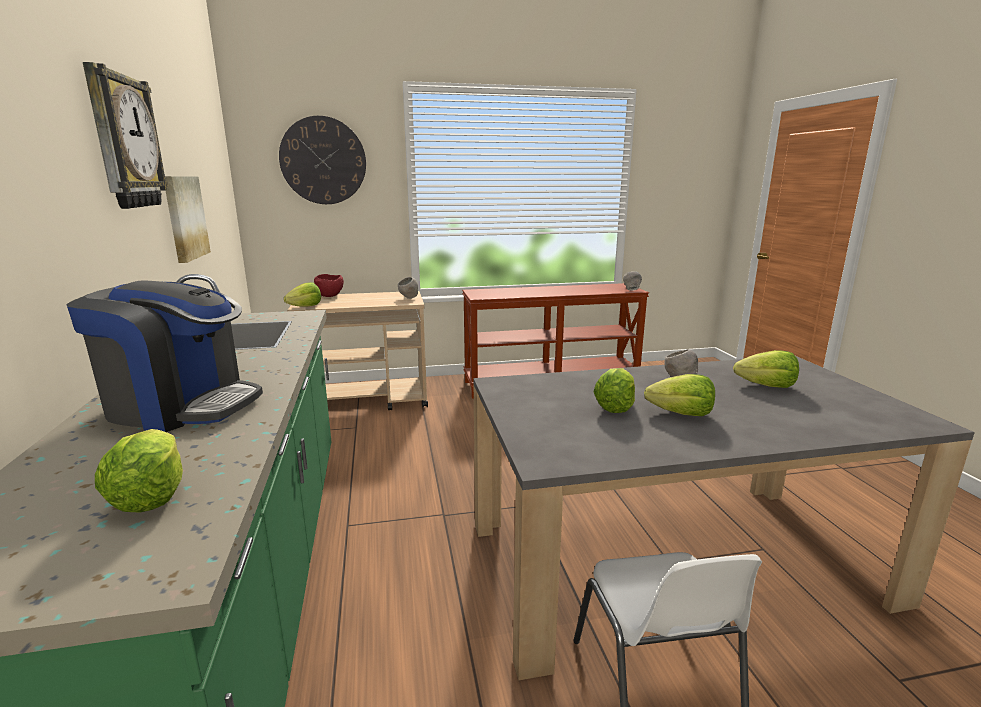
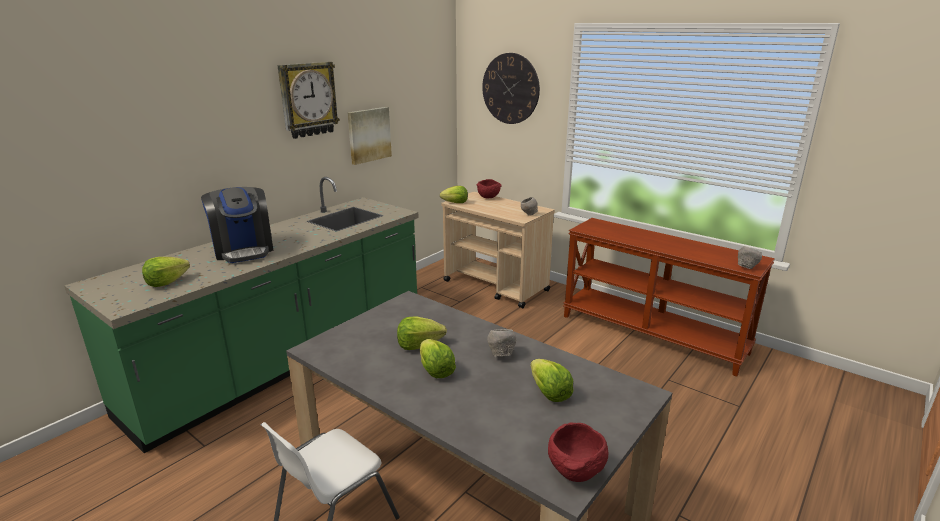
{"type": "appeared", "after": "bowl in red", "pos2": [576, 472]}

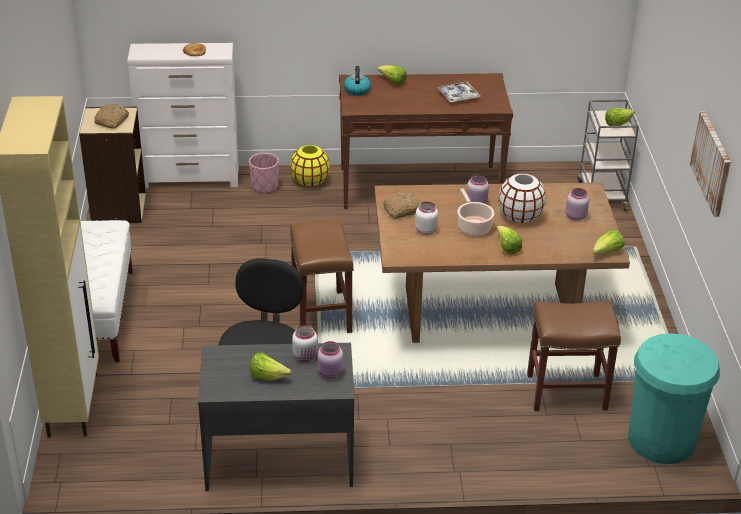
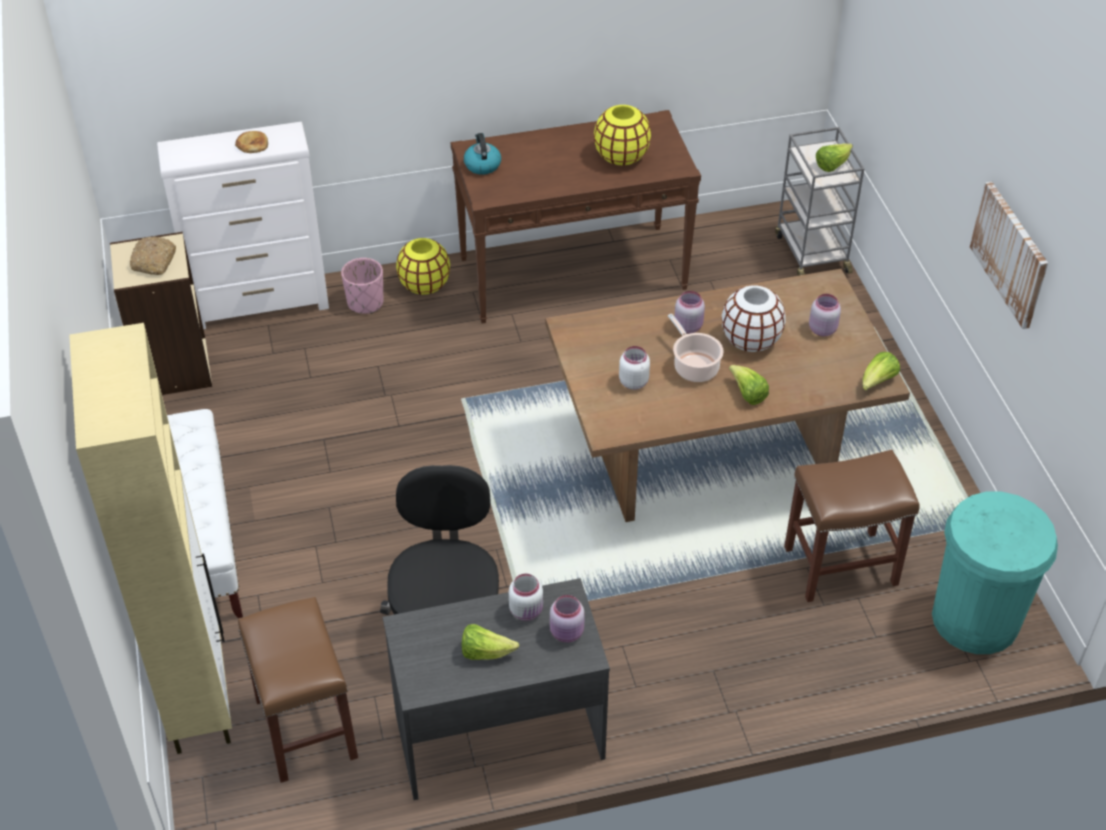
{"type": "missing", "before": "lettuce", "pos1": [393, 82]}
{"type": "missing", "before": "bread", "pos1": [401, 210]}
{"type": "relocated", "before": "stool in brown", "pos1": [320, 313], "pos2": [305, 727]}
{"type": "exchanged", "before": "tray", "after": "vase in yellow", "pos1": [458, 96], "pos2": [621, 156]}

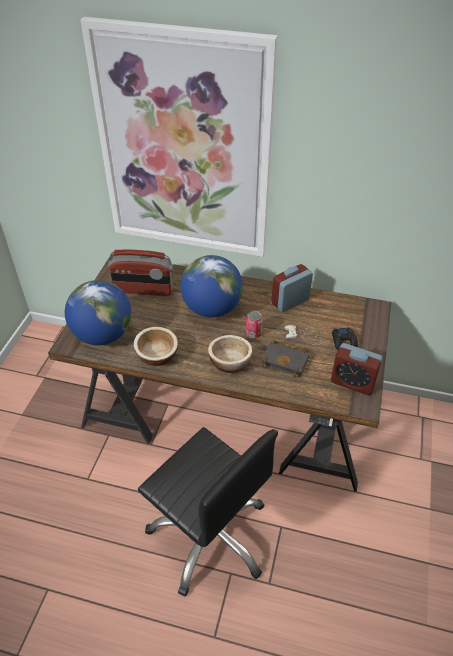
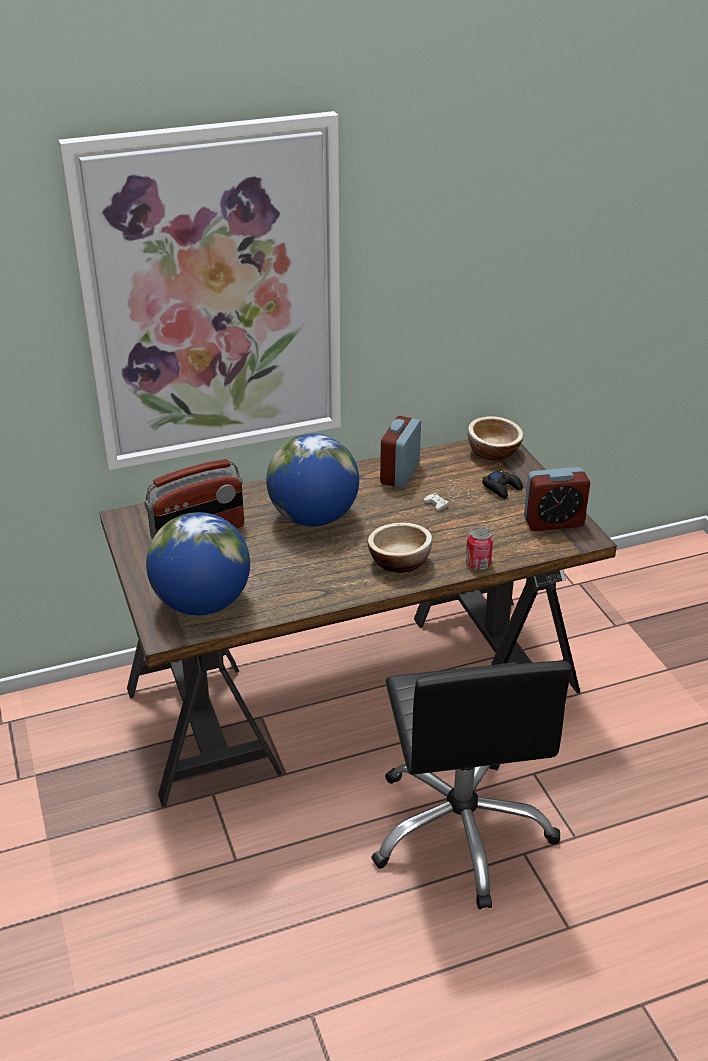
{"type": "missing", "before": "book in black", "pos1": [286, 360]}
{"type": "relocated", "before": "bowl", "pos1": [157, 355], "pos2": [493, 452]}
{"type": "relocated", "before": "can", "pos1": [253, 333], "pos2": [478, 564]}
{"type": "spun", "before": "office chair in black", "pos1": [210, 535], "pos2": [461, 829], "turn": 75}

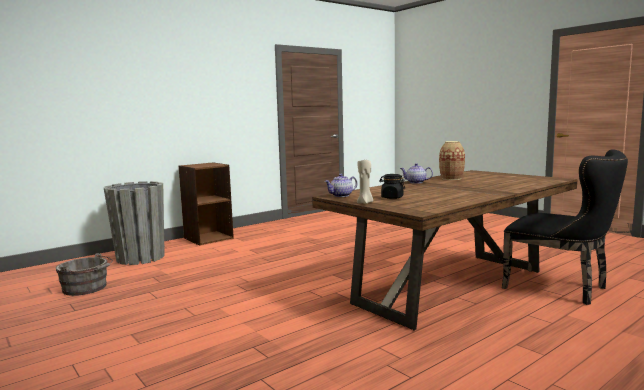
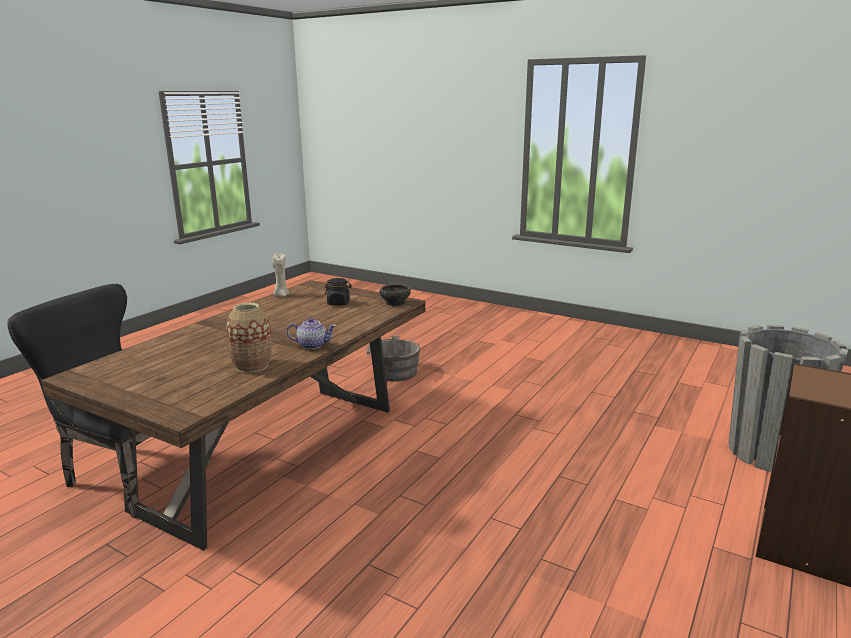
{"type": "relocated", "before": "bucket in grey", "pos1": [87, 288], "pos2": [393, 372]}
{"type": "relocated", "before": "candle in beige", "pos1": [365, 203], "pos2": [281, 295]}
{"type": "exchanged", "before": "teapot", "after": "bowl", "pos1": [341, 195], "pos2": [395, 303]}

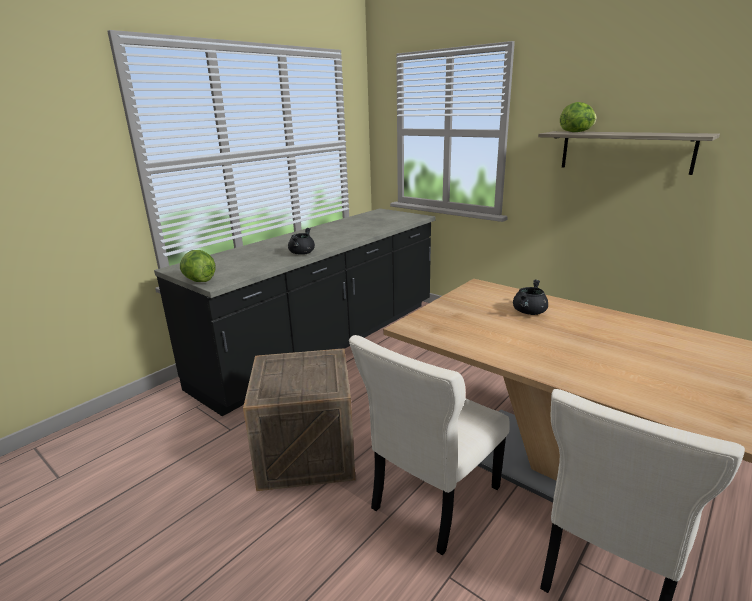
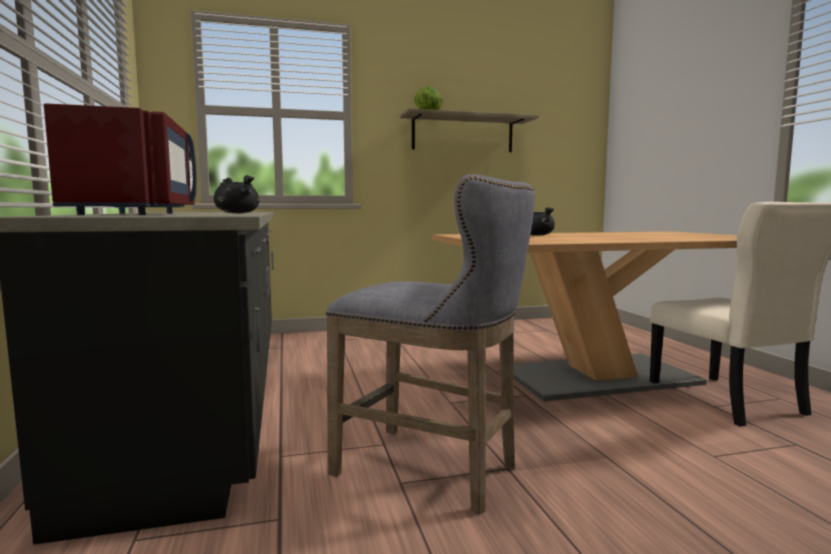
{"type": "missing", "before": "lettuce", "pos1": [199, 281]}
{"type": "missing", "before": "chair in beige", "pos1": [432, 500]}
{"type": "appeared", "after": "microwave in red", "pos2": [138, 214]}
{"type": "exchanged", "before": "crate", "after": "stool in grey", "pos1": [307, 452], "pos2": [435, 471]}

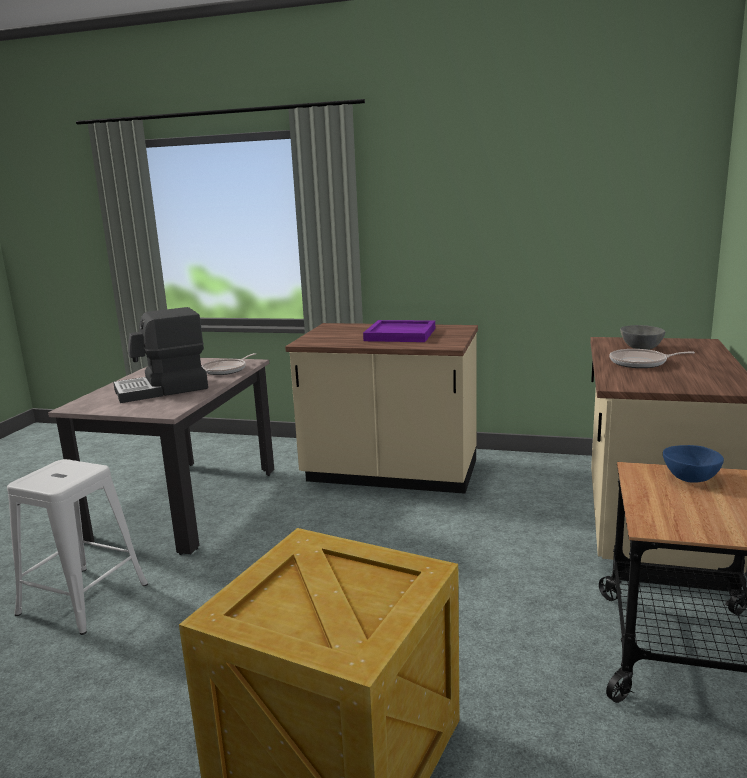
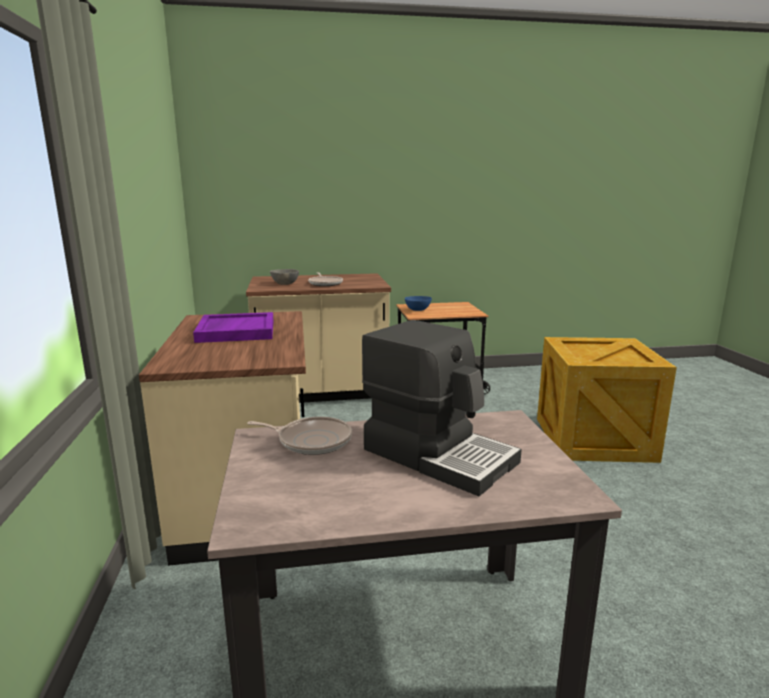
{"type": "missing", "before": "stool in white", "pos1": [83, 598]}

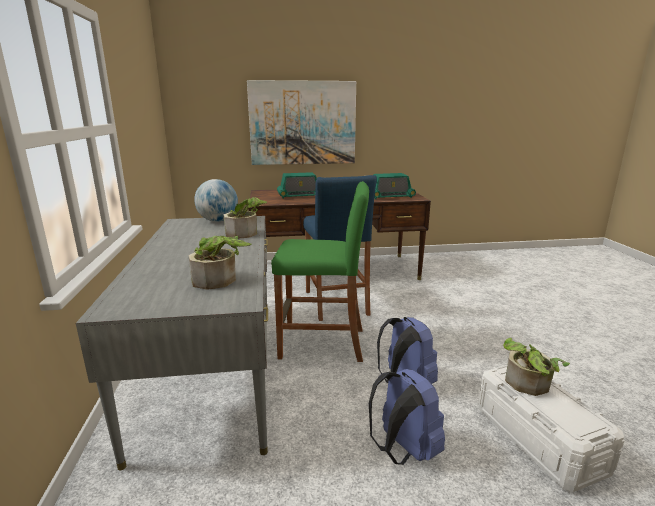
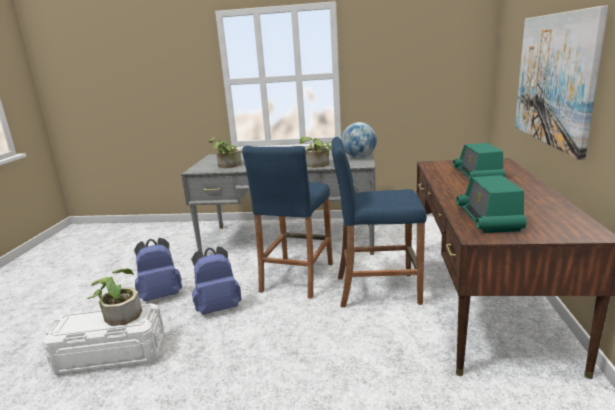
{"type": "colour", "before": "stool in green", "after": "stool in blue", "pos1": [322, 343], "pos2": [297, 277]}

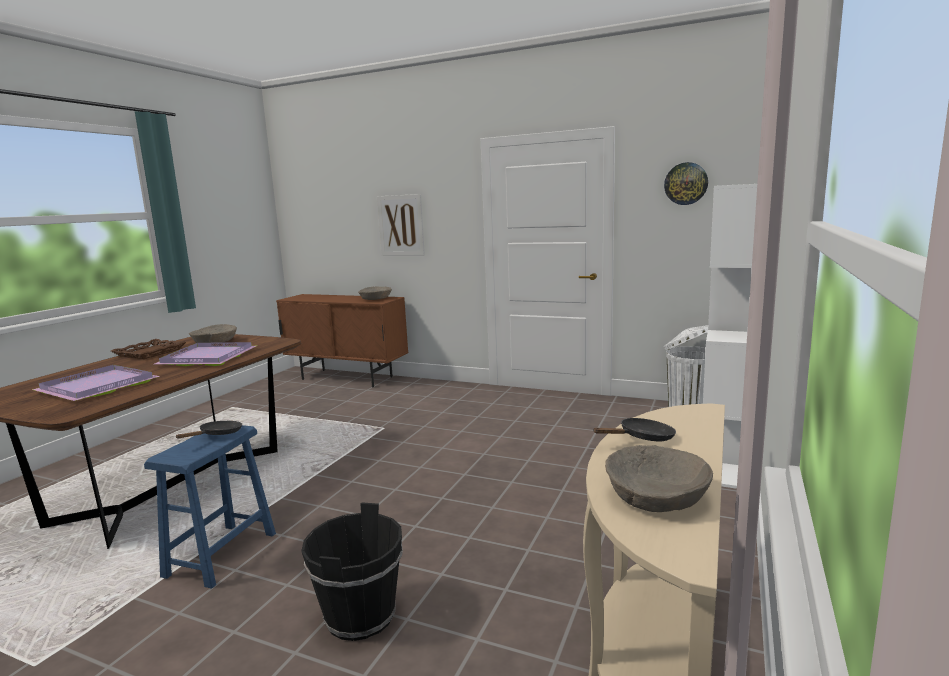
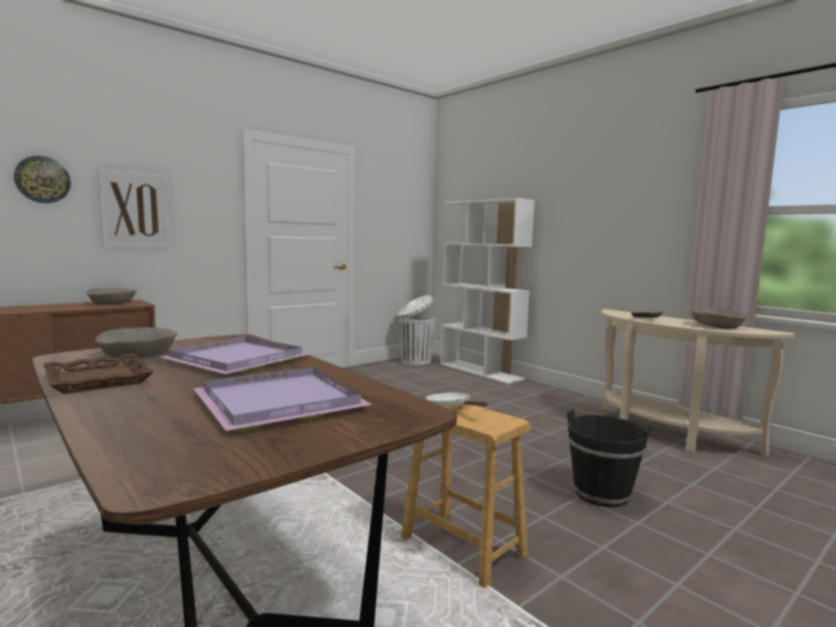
{"type": "relocated", "before": "wall clock", "pos1": [686, 183], "pos2": [42, 179]}
{"type": "colour", "before": "stool in blue", "after": "stool in brown", "pos1": [221, 554], "pos2": [462, 546]}
{"type": "colour", "before": "frying pan in black", "after": "frying pan in white", "pos1": [218, 435], "pos2": [451, 407]}

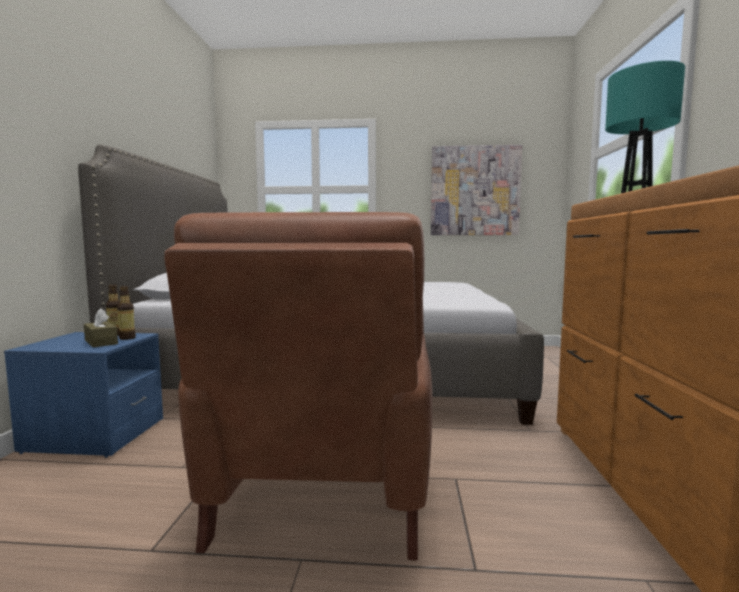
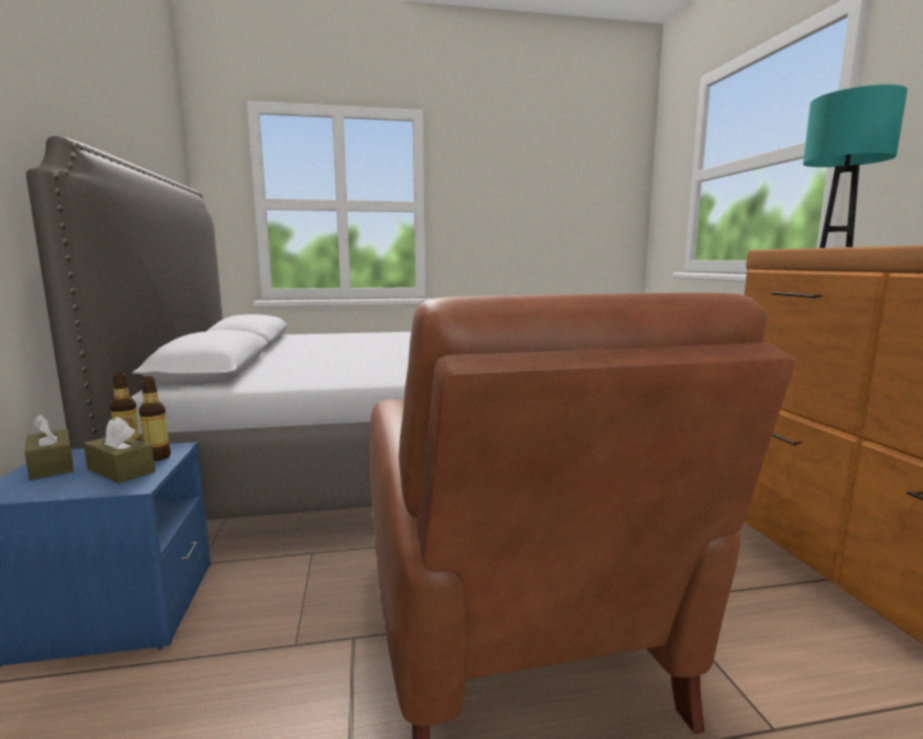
{"type": "missing", "before": "picture", "pos1": [474, 191]}
{"type": "appeared", "after": "tissue box in brown", "pos2": [52, 466]}

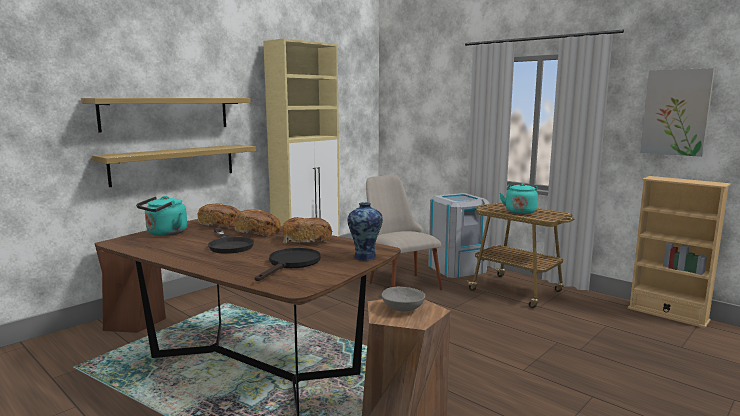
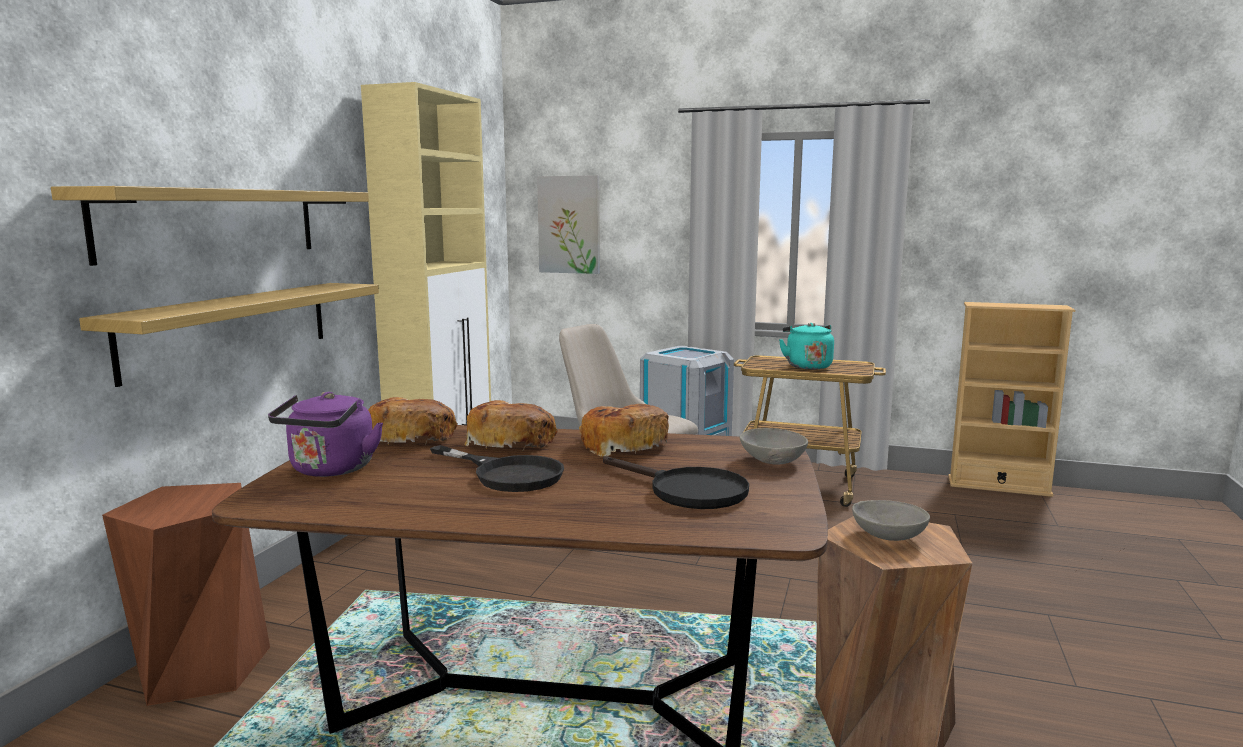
{"type": "relocated", "before": "picture", "pos1": [676, 112], "pos2": [569, 224]}
{"type": "exchanged", "before": "vase", "after": "bowl in grey", "pos1": [365, 257], "pos2": [773, 461]}
{"type": "colour", "before": "kettle in turquoise", "after": "kettle in purple", "pos1": [165, 233], "pos2": [330, 470]}
{"type": "spun", "before": "frying pan in black", "pos1": [291, 264], "pos2": [687, 491], "turn": 135}

